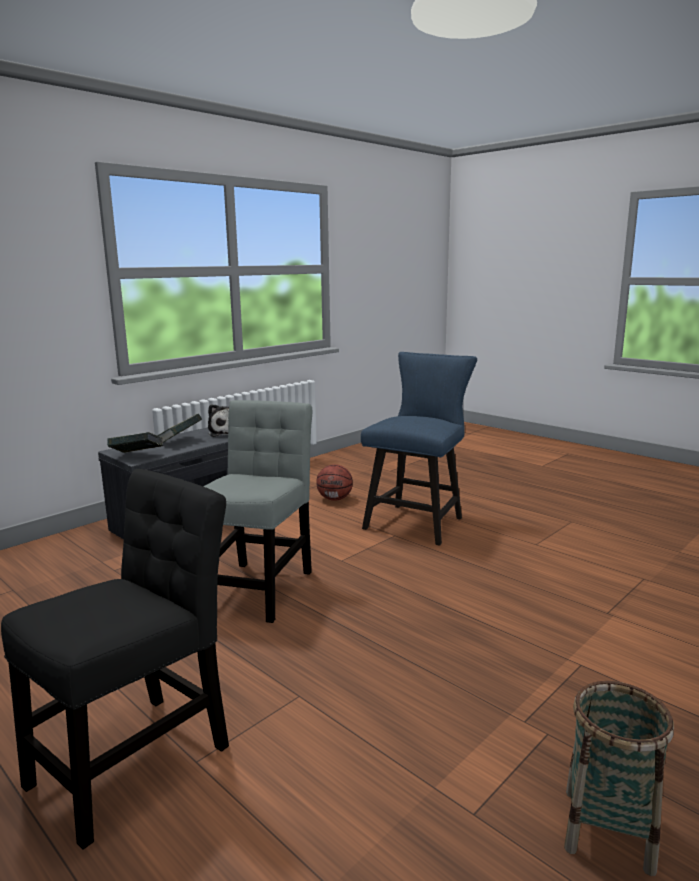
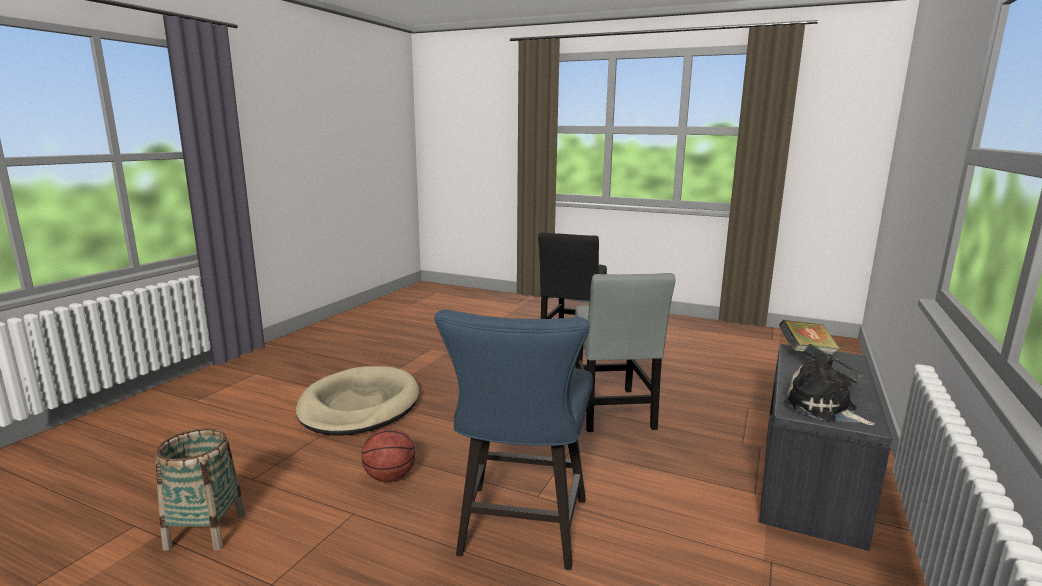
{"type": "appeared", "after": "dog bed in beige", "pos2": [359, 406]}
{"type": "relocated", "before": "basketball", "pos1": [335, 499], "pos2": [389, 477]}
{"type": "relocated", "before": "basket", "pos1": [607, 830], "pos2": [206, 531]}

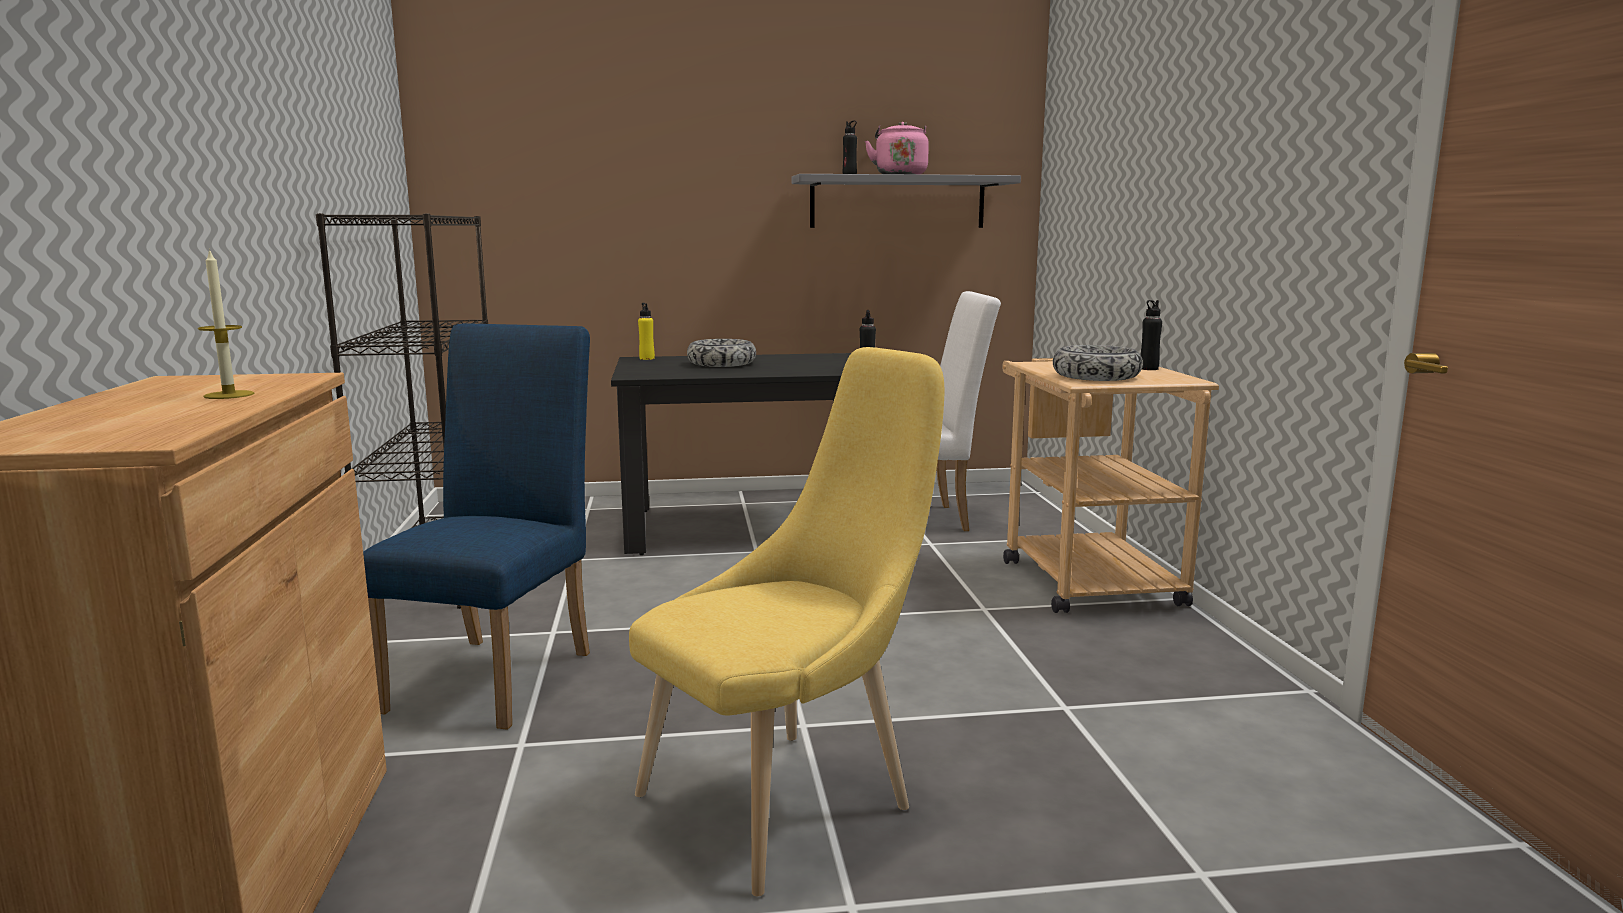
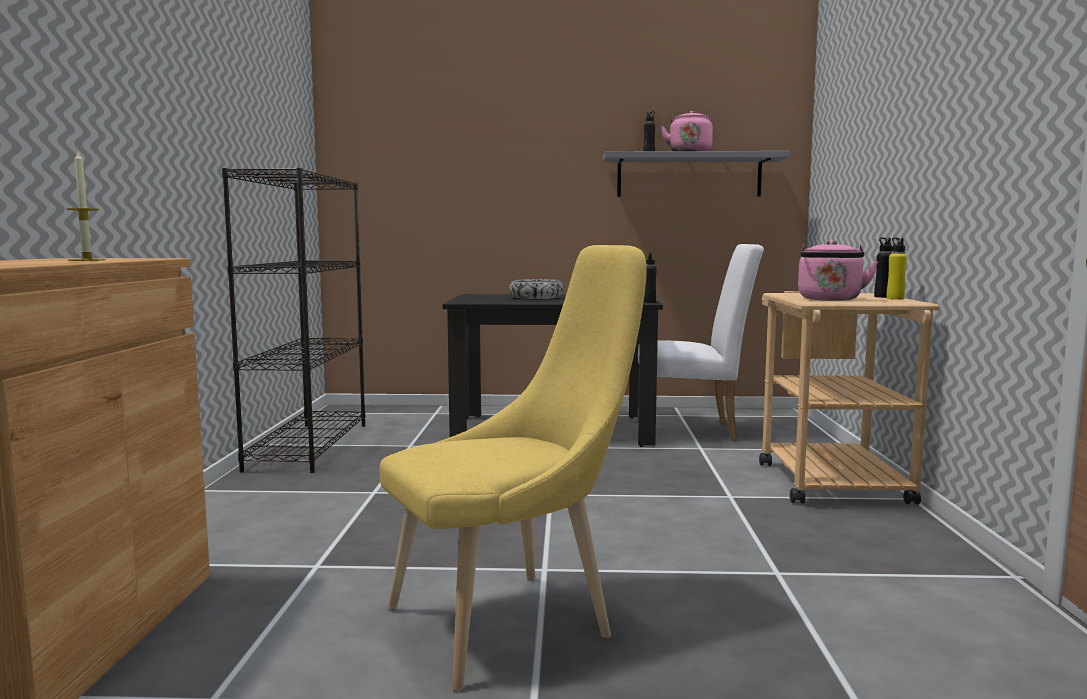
{"type": "missing", "before": "chair in blue", "pos1": [500, 673]}
{"type": "relocated", "before": "bottle in yellow", "pos1": [647, 358], "pos2": [895, 298]}
{"type": "exchanged", "before": "bowl", "after": "kettle in pink", "pos1": [1096, 376], "pos2": [830, 299]}

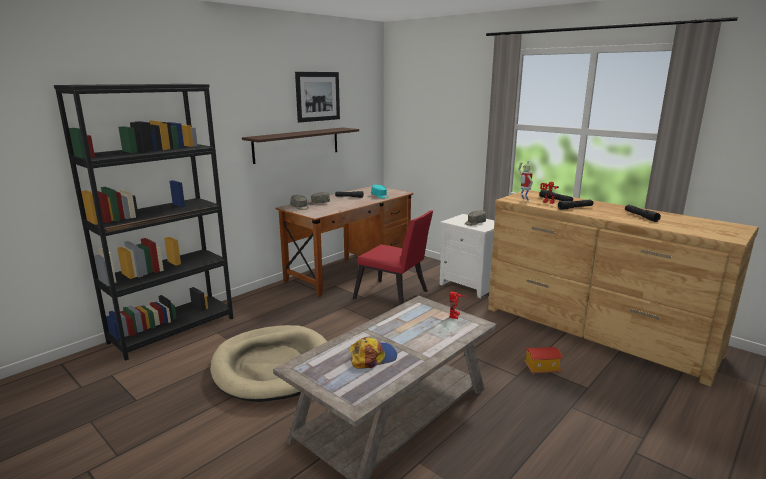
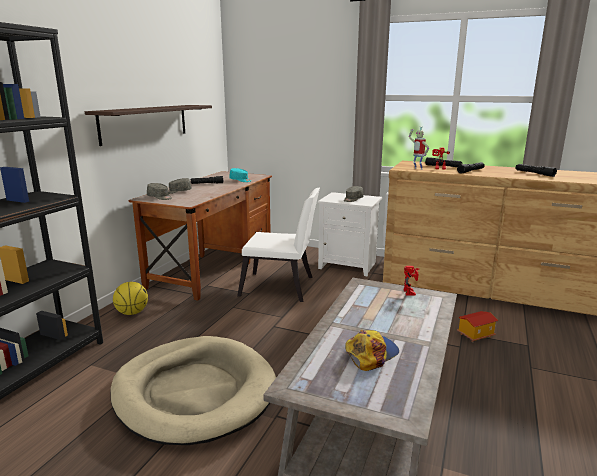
{"type": "missing", "before": "picture", "pos1": [318, 96]}
{"type": "appeared", "after": "basketball", "pos2": [132, 313]}
{"type": "colour", "before": "chair in red", "after": "chair in white", "pos1": [394, 297], "pos2": [281, 288]}

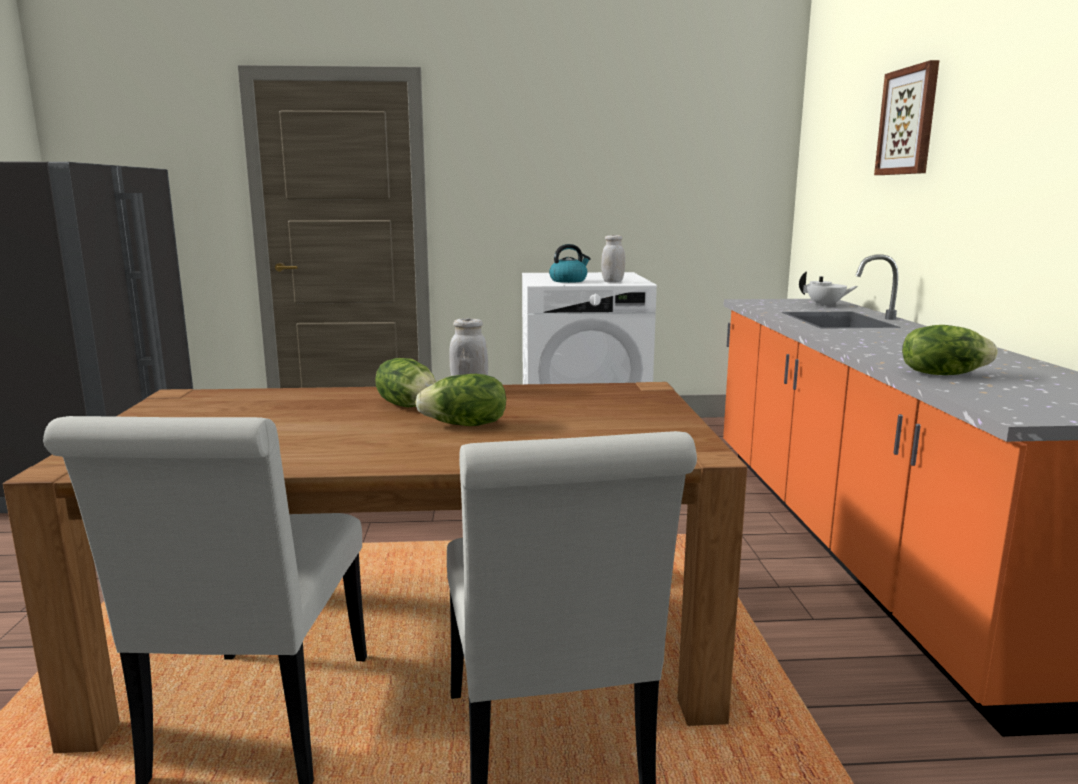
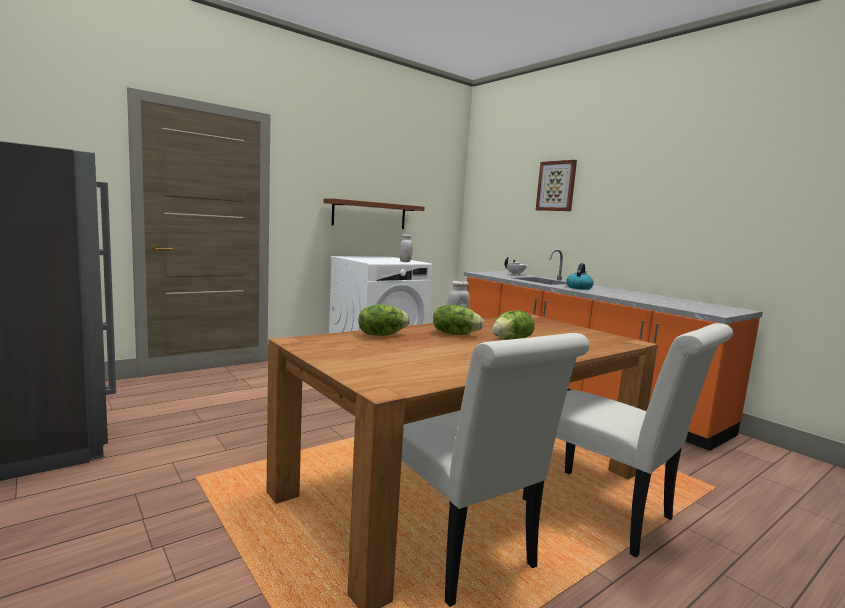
{"type": "appeared", "after": "shelf in brown", "pos2": [369, 215]}
{"type": "relocated", "before": "kettle", "pos1": [568, 280], "pos2": [579, 288]}
{"type": "relocated", "before": "lettuce", "pos1": [942, 374], "pos2": [381, 335]}

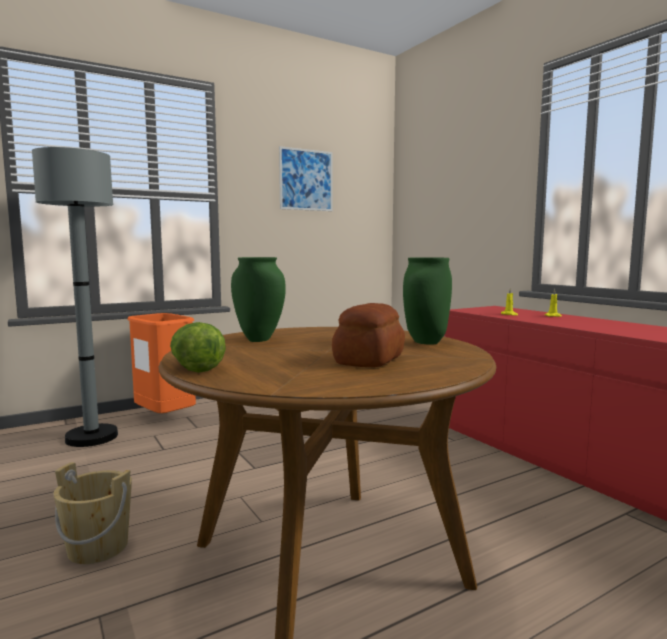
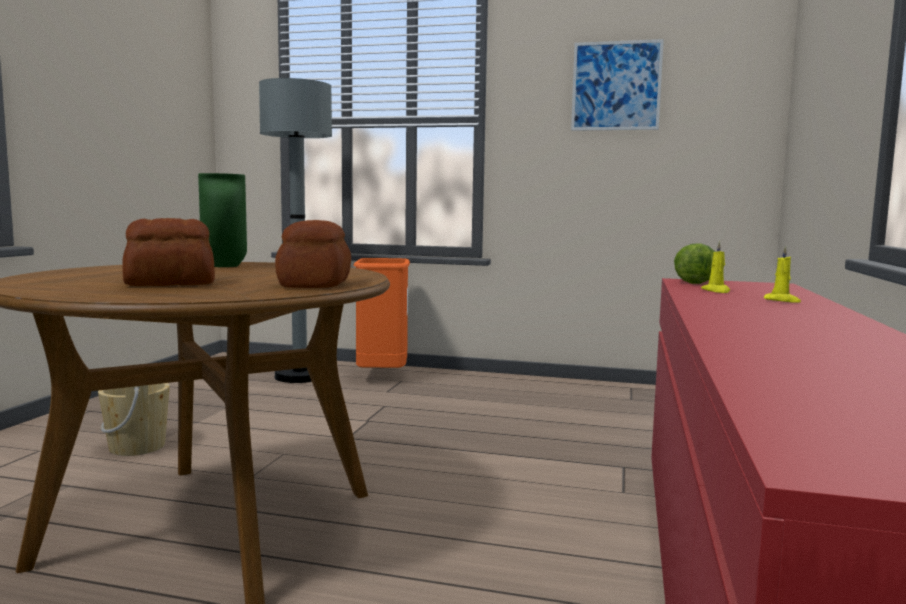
{"type": "relocated", "before": "lettuce", "pos1": [195, 367], "pos2": [693, 281]}
{"type": "exchanged", "before": "vase in green", "after": "bread", "pos1": [427, 342], "pos2": [313, 284]}

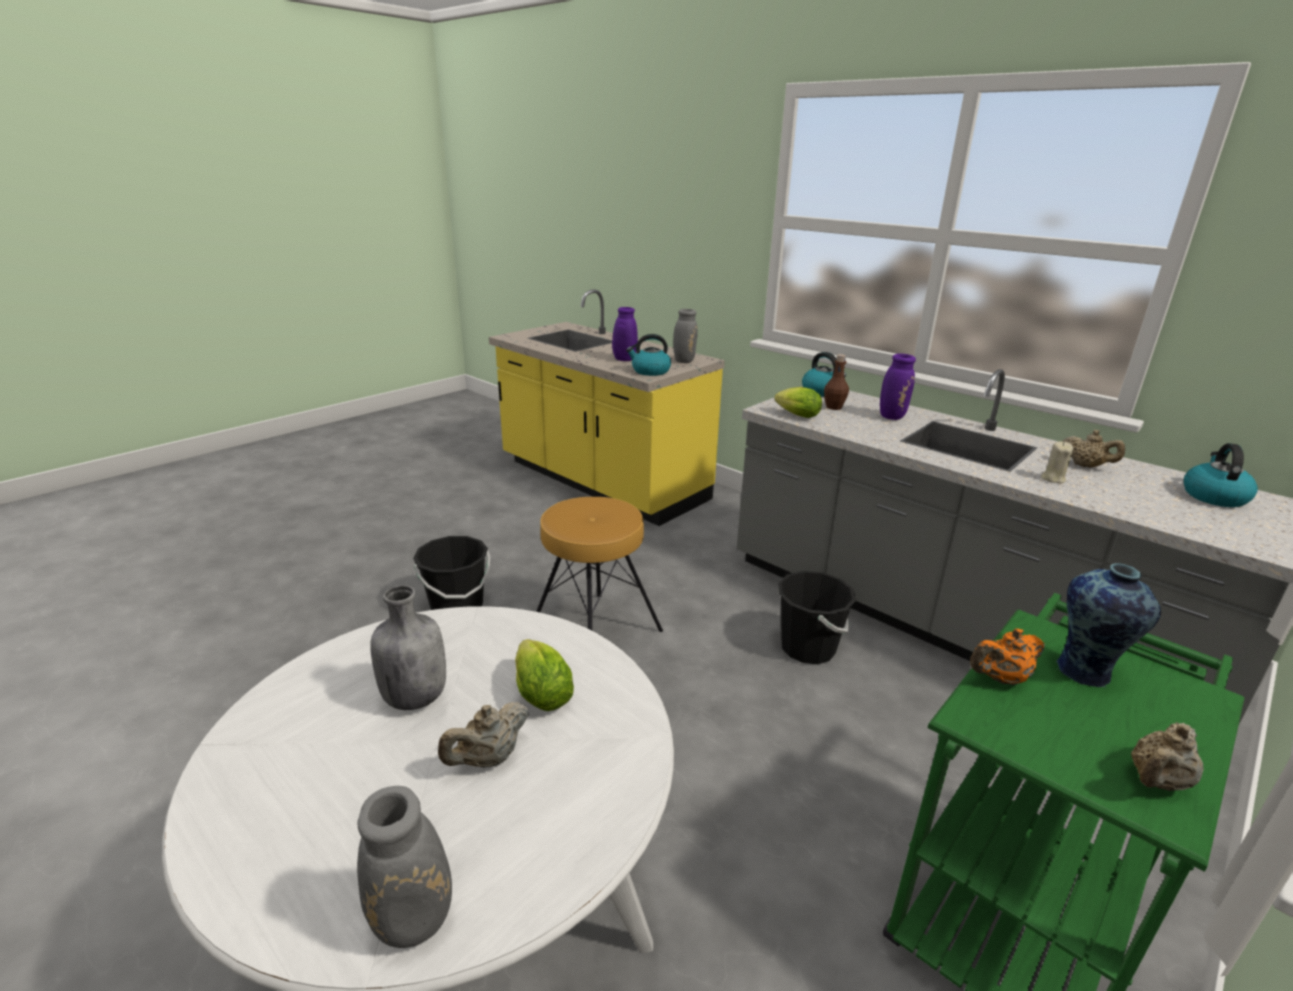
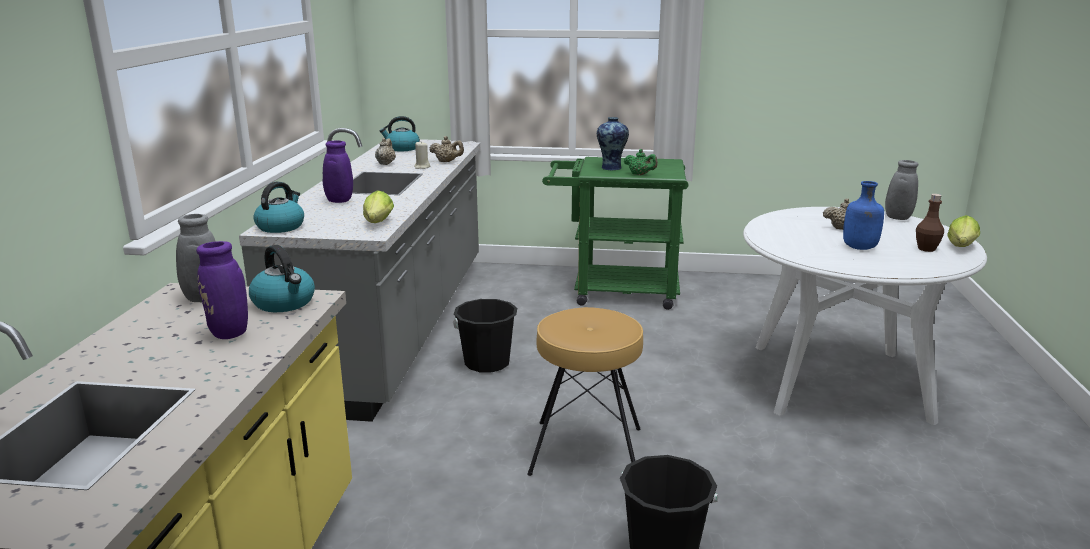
{"type": "relocated", "before": "lettuce", "pos1": [540, 691], "pos2": [961, 248]}
{"type": "relocated", "before": "bottle in brown", "pos1": [833, 407], "pos2": [926, 249]}
{"type": "relocated", "before": "teapot in beige", "pos1": [1157, 781], "pos2": [447, 161]}
{"type": "colour", "before": "bottle in grey", "after": "bottle in blue", "pos1": [415, 696], "pos2": [859, 248]}
{"type": "colour", "before": "teapot in orange", "after": "teapot in green", "pos1": [1001, 678], "pos2": [640, 174]}

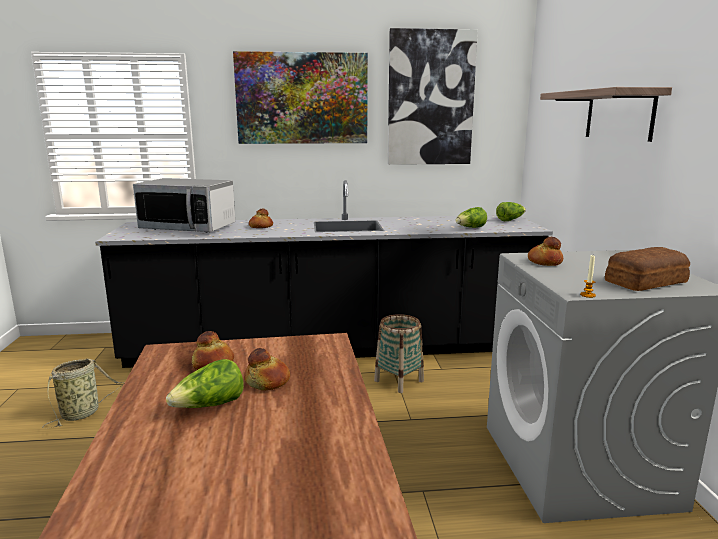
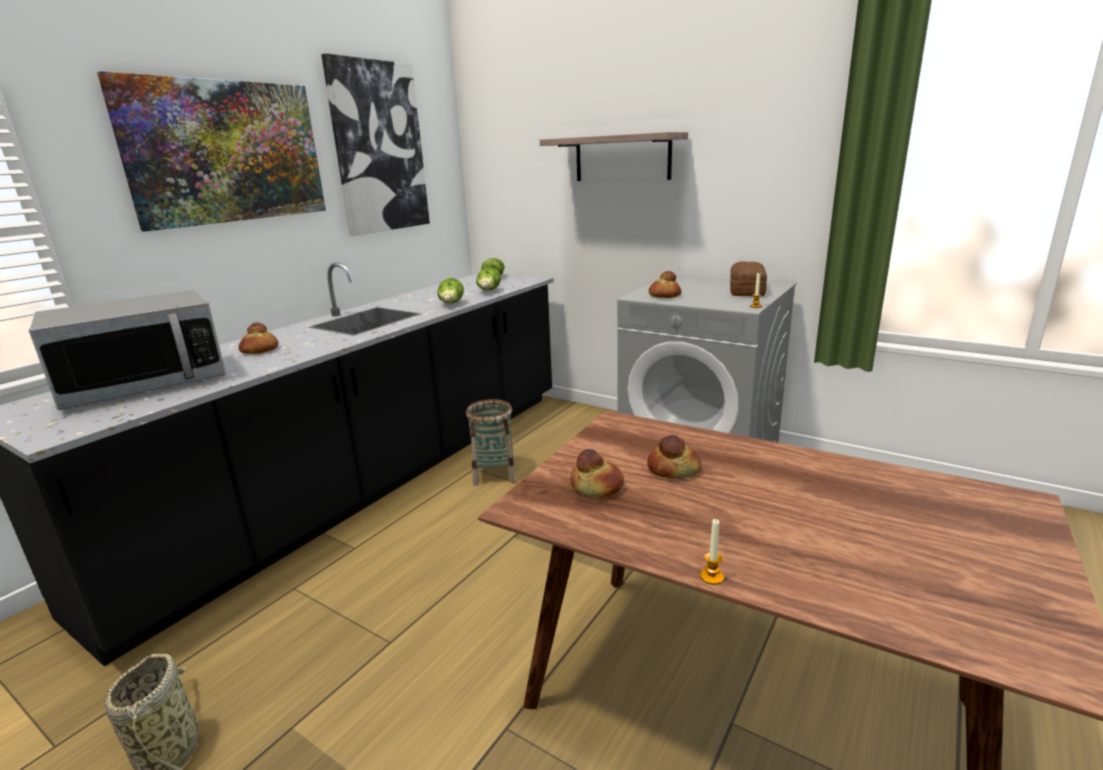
{"type": "appeared", "after": "candle", "pos2": [712, 577]}
{"type": "relocated", "before": "lettuce", "pos1": [210, 406], "pos2": [451, 304]}

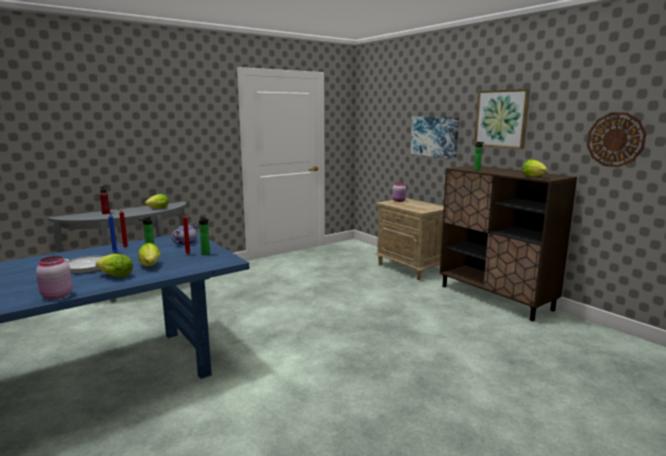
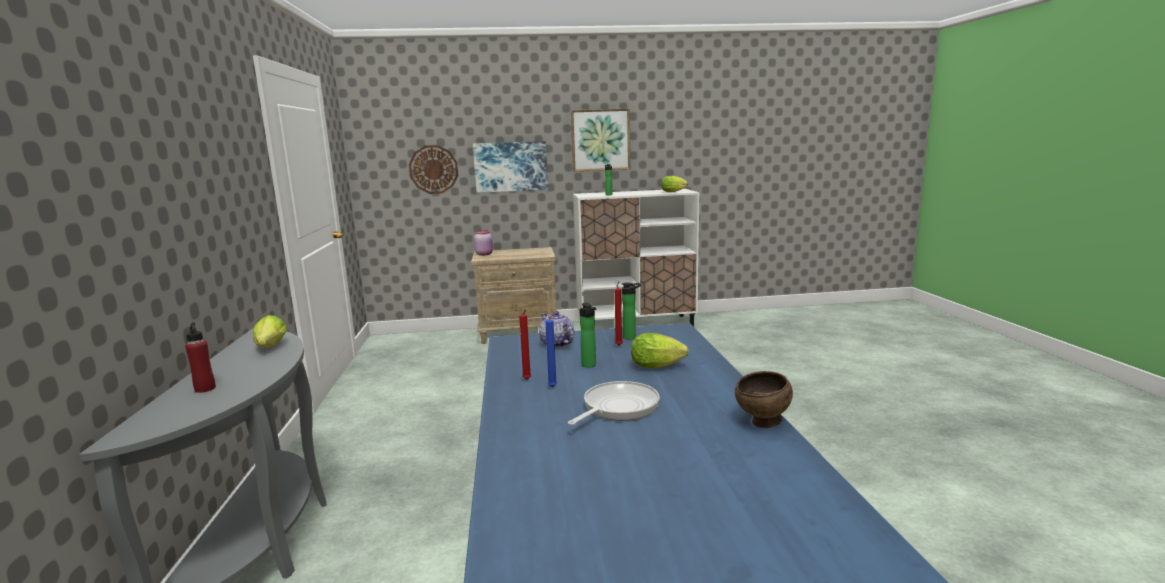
{"type": "missing", "before": "lettuce", "pos1": [114, 276]}
{"type": "relocated", "before": "wall clock", "pos1": [615, 139], "pos2": [433, 169]}
{"type": "exchanged", "before": "jar in pink", "after": "bowl in brown", "pos1": [56, 296], "pos2": [762, 424]}
{"type": "colour", "before": "cabinet in brown", "after": "cabinet in white", "pos1": [495, 298], "pos2": [636, 324]}

